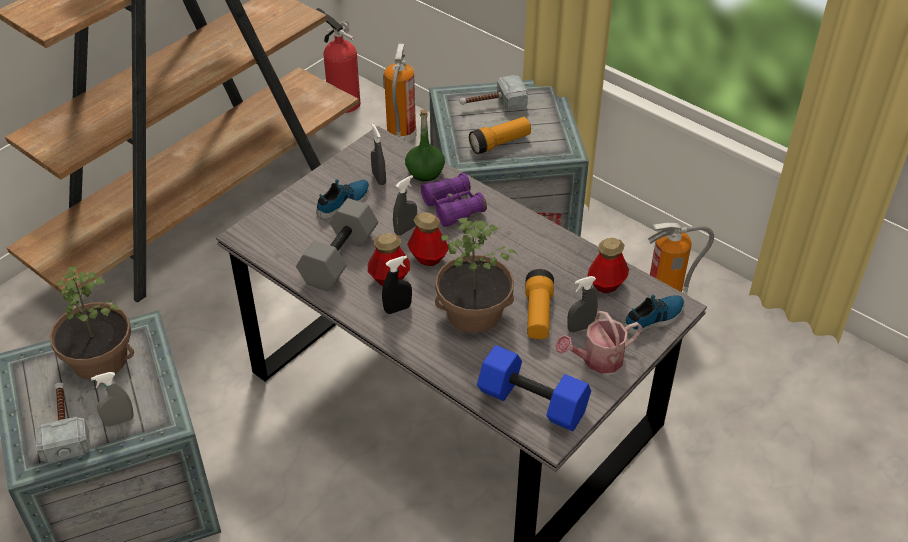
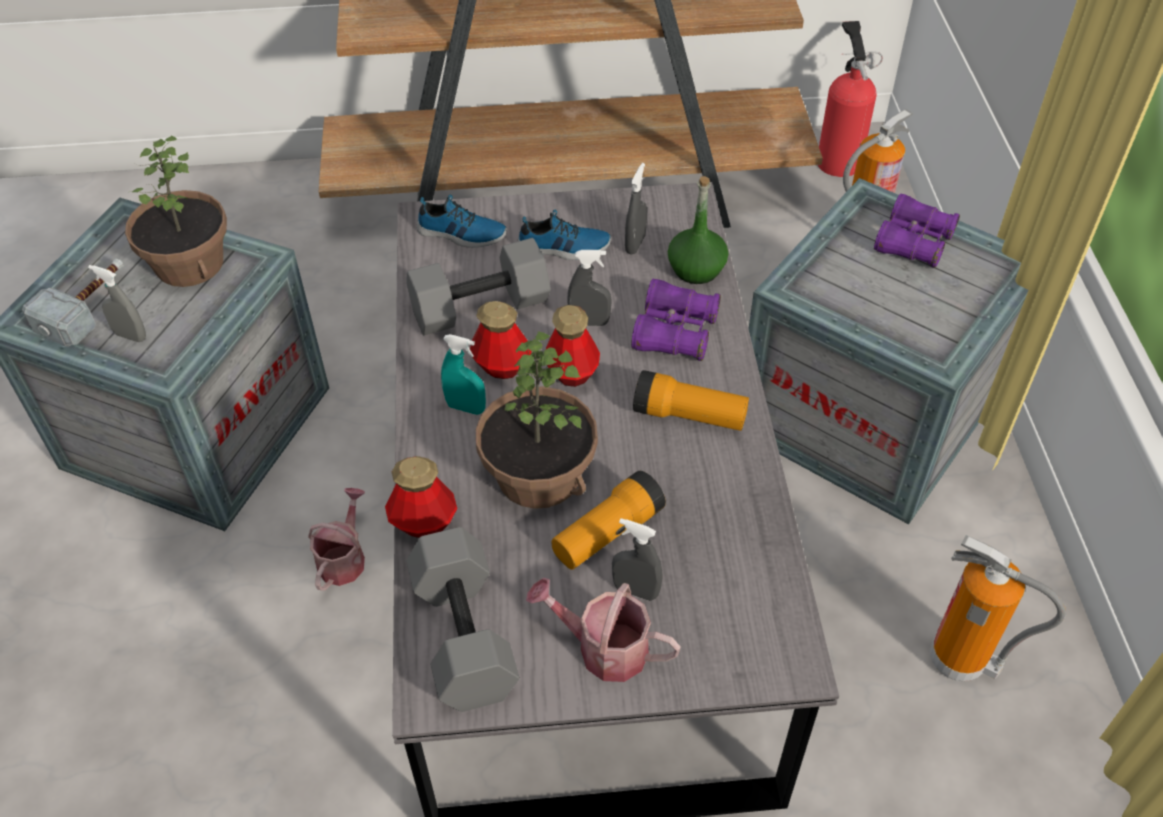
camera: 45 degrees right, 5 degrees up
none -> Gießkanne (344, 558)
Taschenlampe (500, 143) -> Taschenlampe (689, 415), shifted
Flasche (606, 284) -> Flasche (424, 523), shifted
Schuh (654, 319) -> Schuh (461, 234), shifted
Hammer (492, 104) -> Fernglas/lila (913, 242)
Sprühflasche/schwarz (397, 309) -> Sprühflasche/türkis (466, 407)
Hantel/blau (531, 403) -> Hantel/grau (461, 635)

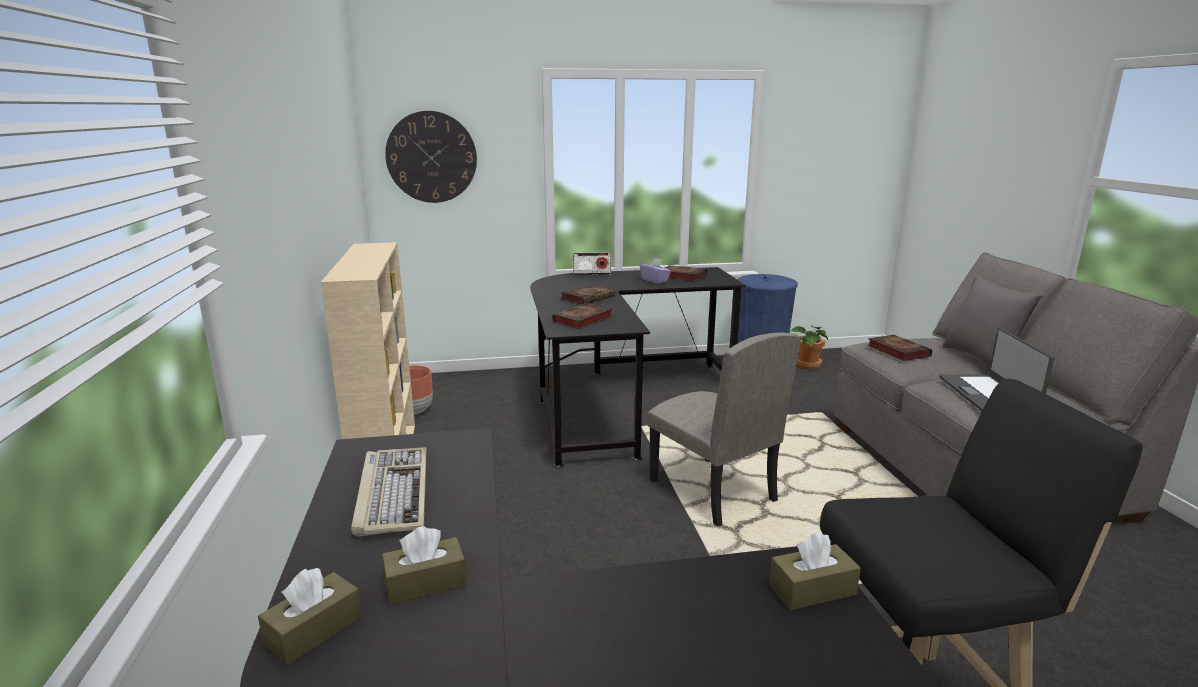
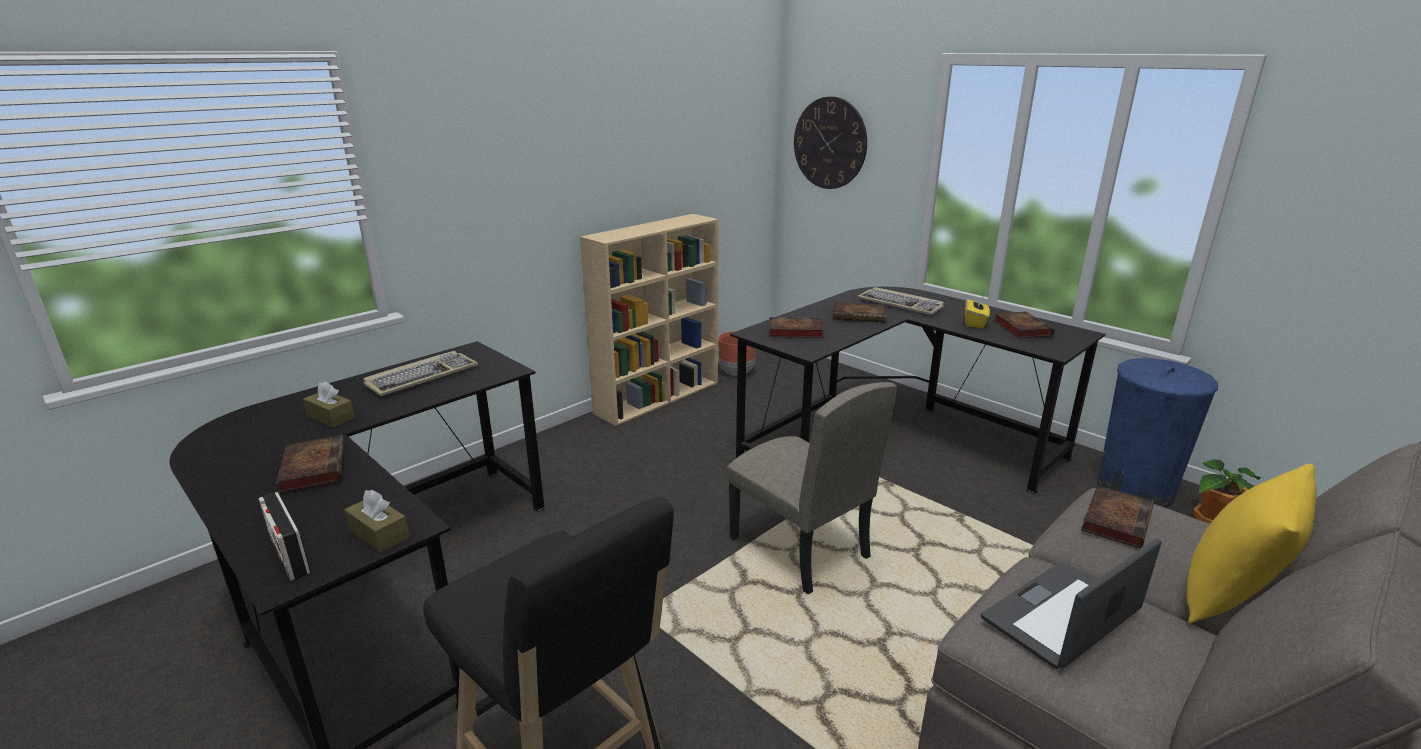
camera: 55 degrees right, 5 degrees up
Taschentuchbox/braun (314, 630) -> none
none -> Buch (313, 467)
none -> Tastatur (901, 304)
Radio (592, 274) -> Radio (290, 555), shifted
Taschentuchbox/lila (655, 280) -> Taschentuchbox/gelb (975, 323)
Kissen/grau (981, 358) -> Kissen/gelb (1229, 597)
Stuhl/beige (711, 491) -> Stuhl/beige (798, 548), 60 degrees counterclockwise

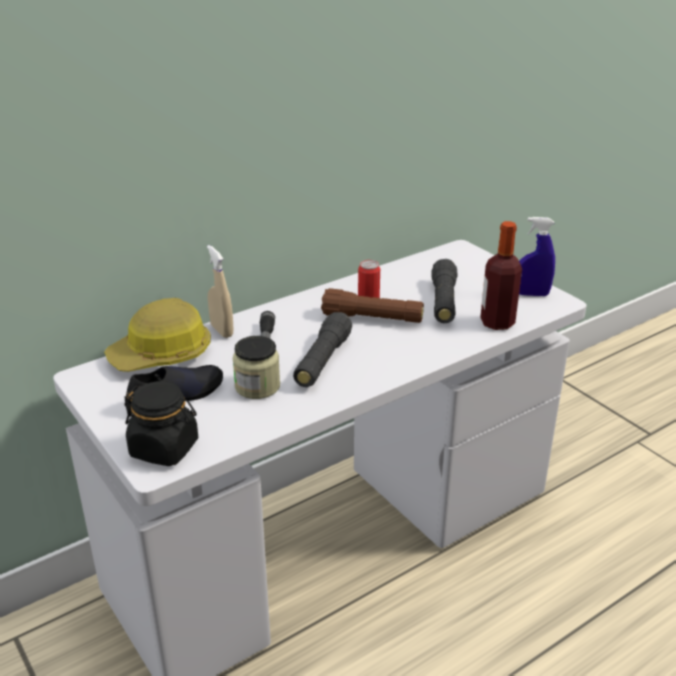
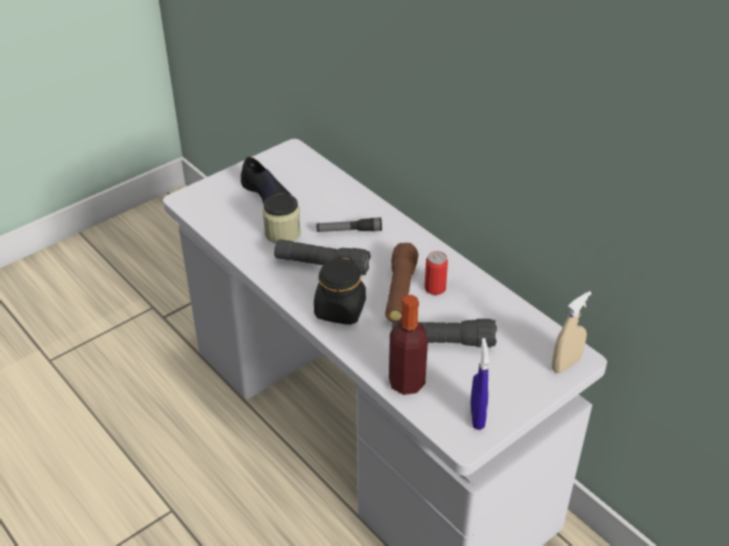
camera: 85 degrees right, 10 degrees up
Schutzhelm (162, 355) -> none
Vorratsglas/schwarz (164, 448) -> Vorratsglas/schwarz (340, 310), shifted
Sprühflasche/beige (222, 331) -> Sprühflasche/beige (565, 364), shifted

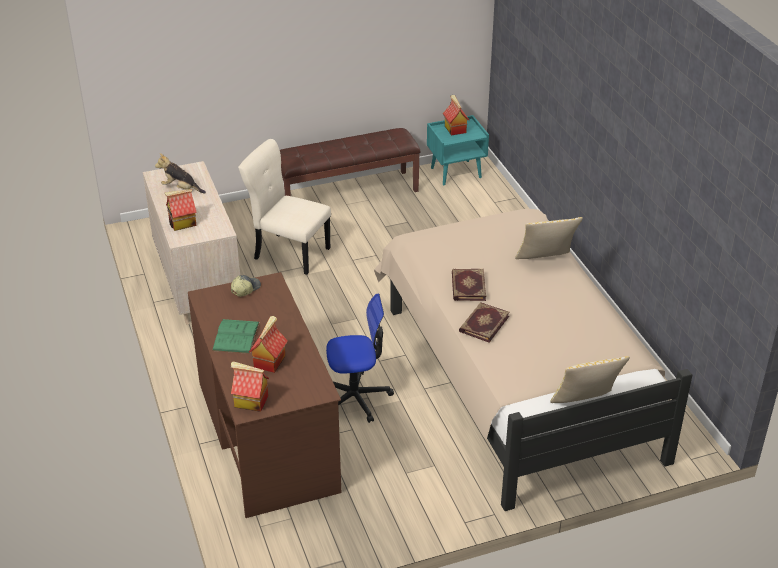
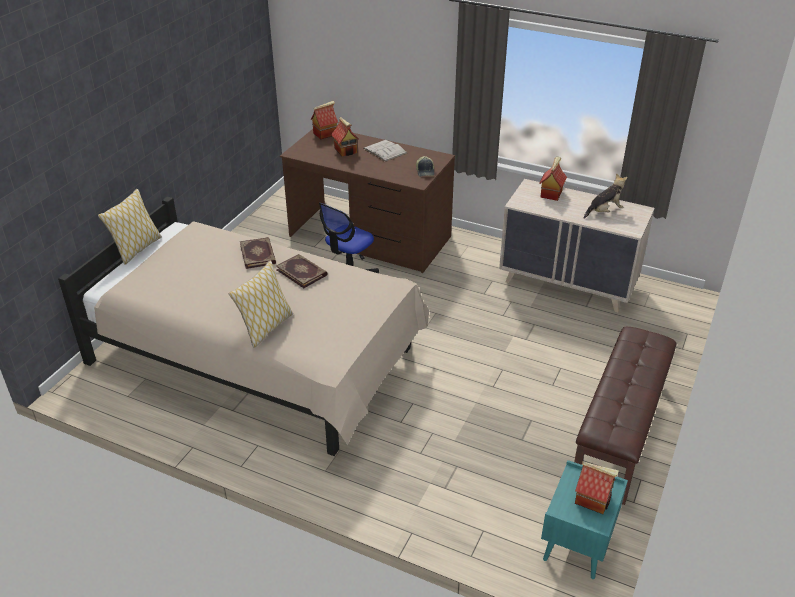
camera: 135 degrees right, 0 degrees up
Stuhl/beige (289, 252) -> none
Buch/grün (236, 336) -> Buch/weiß (385, 151)

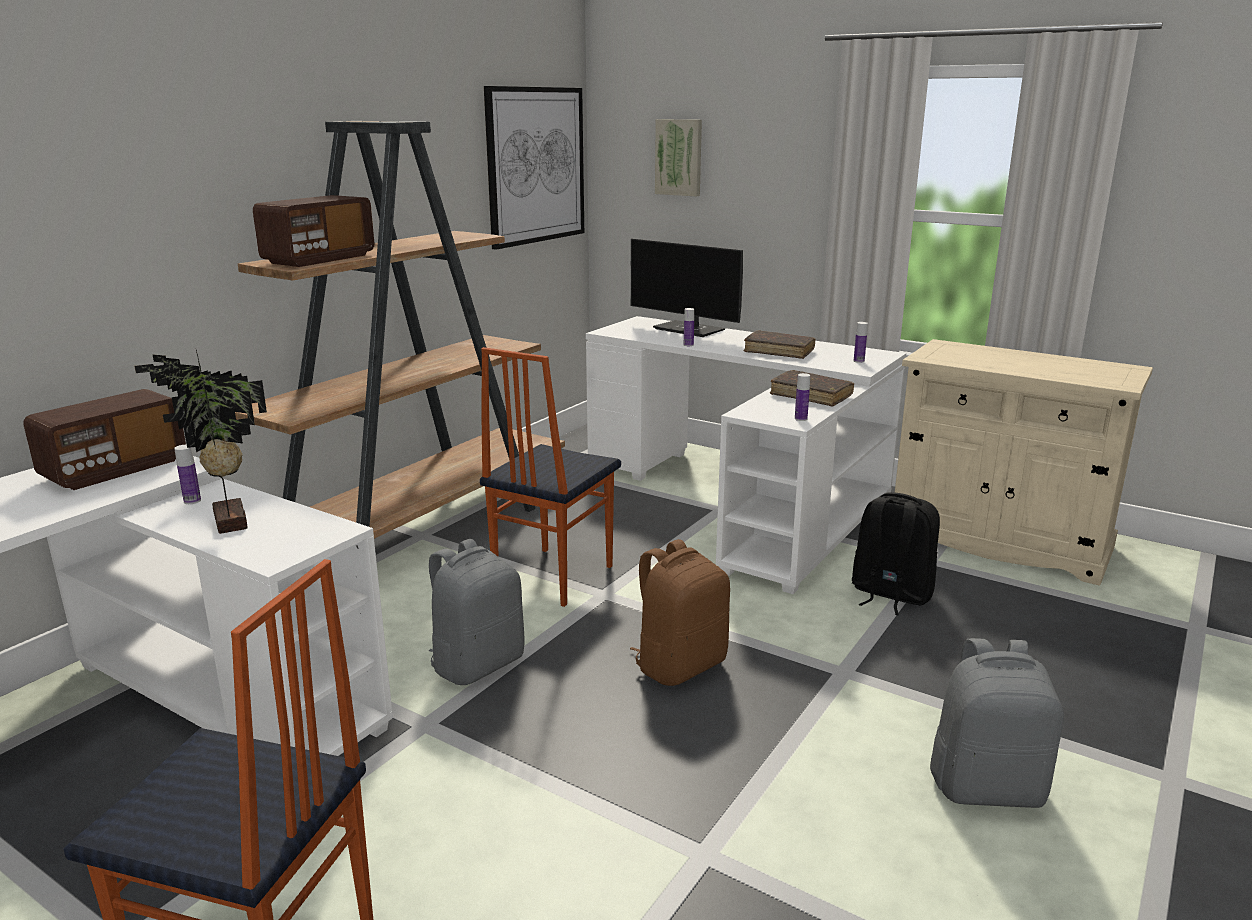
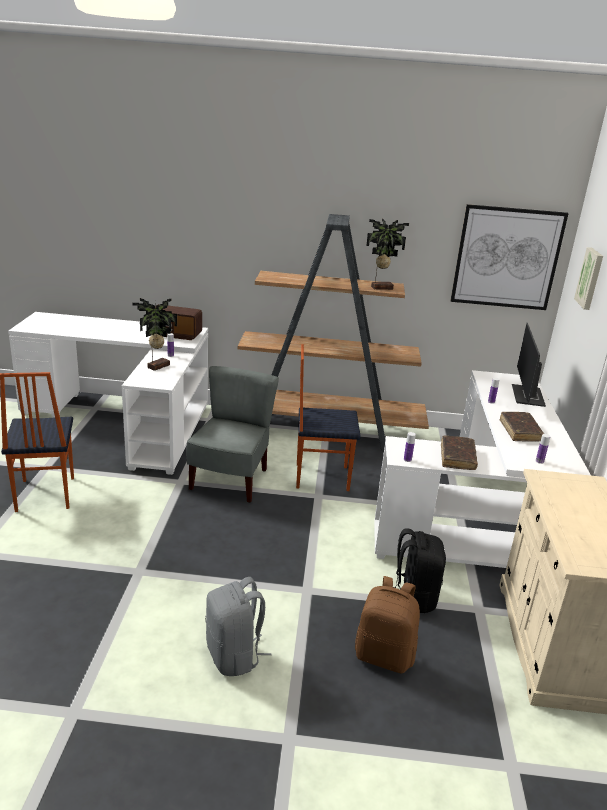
camera: 60 degrees right, 5 degrees up
Radio (319, 259) -> none
none -> Topfpflanze (381, 287)
Rucksack/braun (680, 665) -> Rucksack/braun (384, 655), shifted
Rucksack/grau (477, 664) -> Stuhl/grau (230, 480)

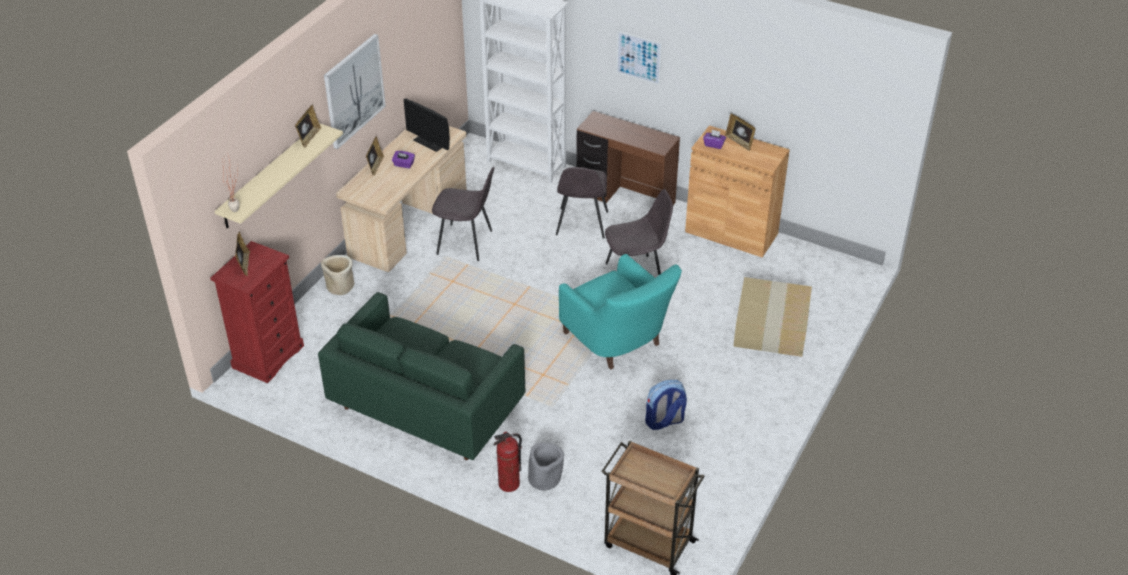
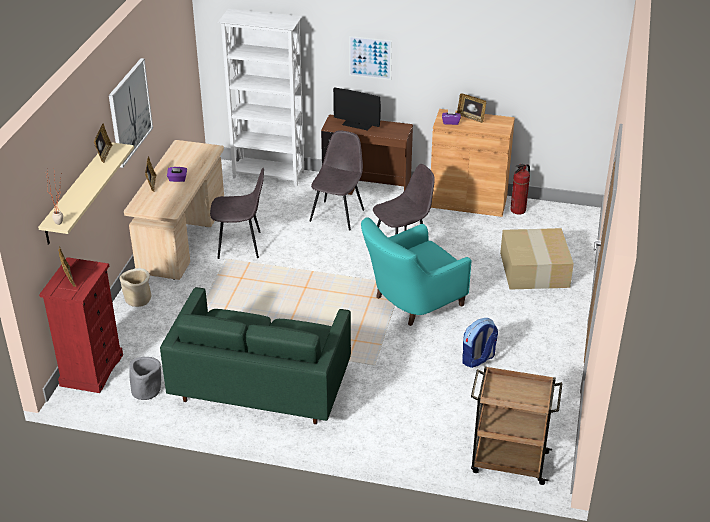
camera: 15 degrees left, 5 degrees down
Monitor (429, 142) -> Monitor (357, 124), shifted
Feuerlöscher (509, 484) -> Feuerlöscher (518, 210), shifted
Pflanzkübel/grau (545, 479) -> Pflanzkübel/grau (146, 391), shifted
Stuhl/grau (581, 224) -> Stuhl/grau (337, 215), 150 degrees counterclockwise
Sessel/türkis (619, 342) -> Sessel/türkis (411, 302), 105 degrees clockwise

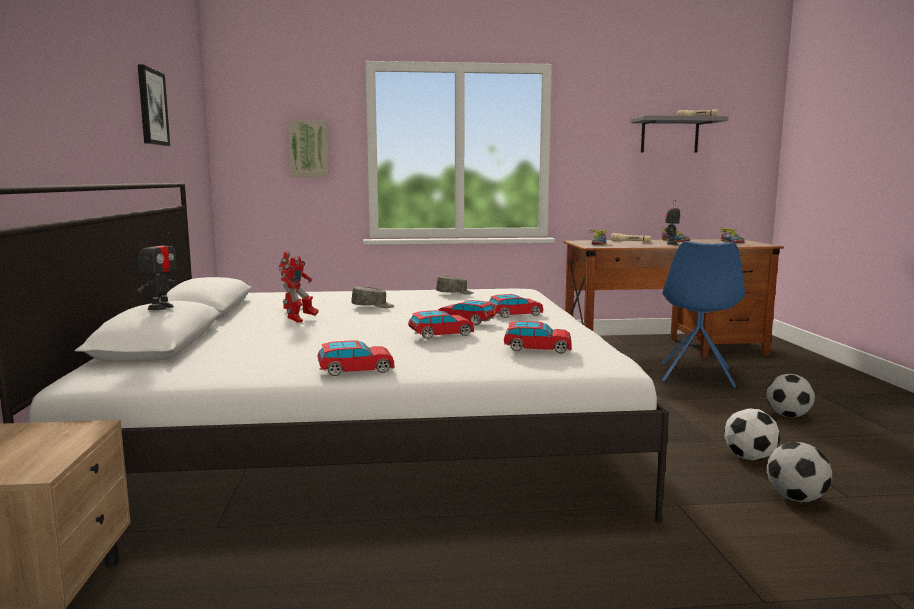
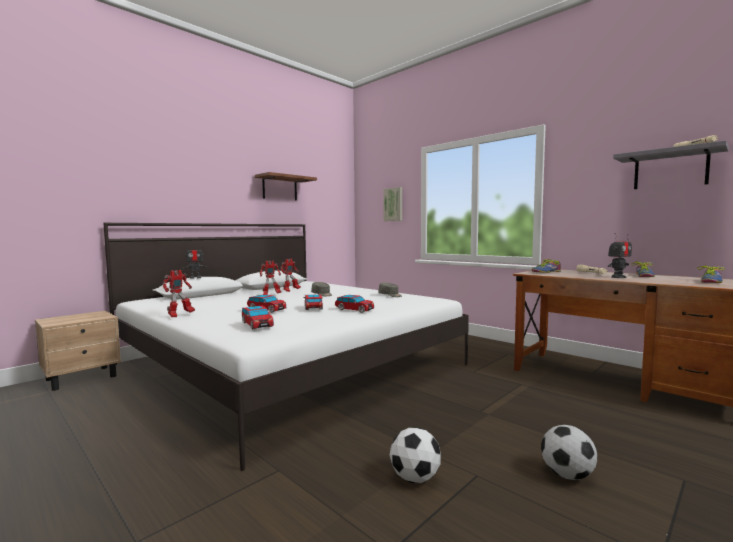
camera: 50 degrees right, 5 degrees down
Stuhl/blau (696, 375) -> none
Fußball (796, 498) -> none
Bild (152, 107) -> Wandregal/braun (279, 188)
Spielzeugauto (355, 370) -> Spielzeugroboter (179, 315)

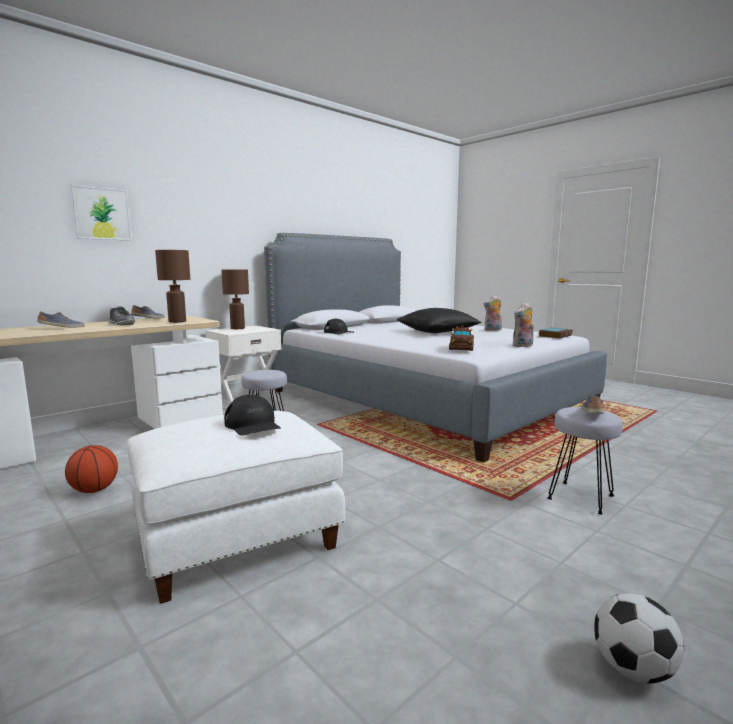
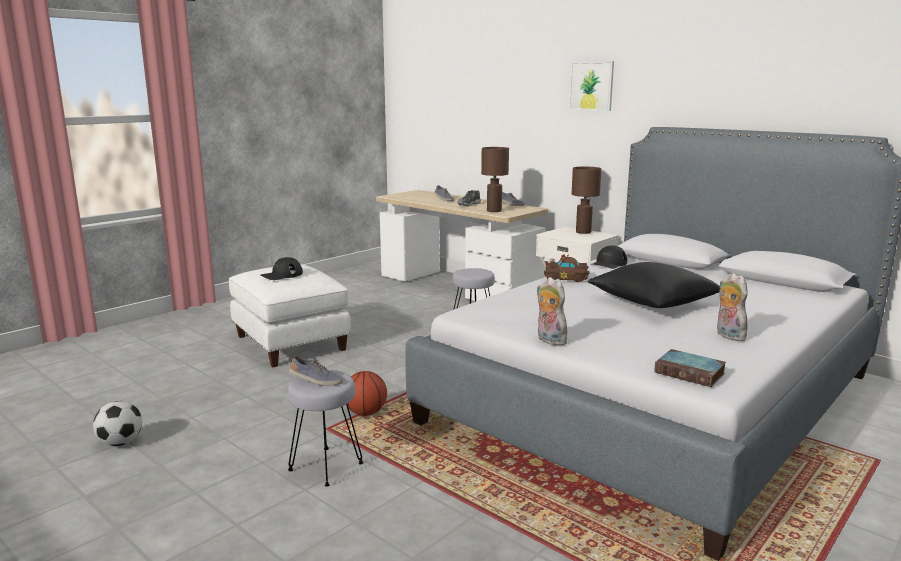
camera: 85 degrees right, 5 degrees up
Basketball (94, 490) -> Basketball (365, 413), shifted
Bild (102, 214) -> Bild (591, 86), shifted
Spielzeugauto/braun (462, 347) -> Spielzeugauto/braun (567, 278), shifted

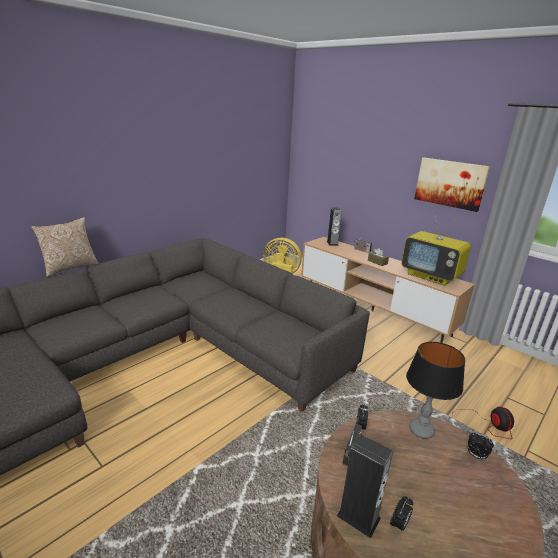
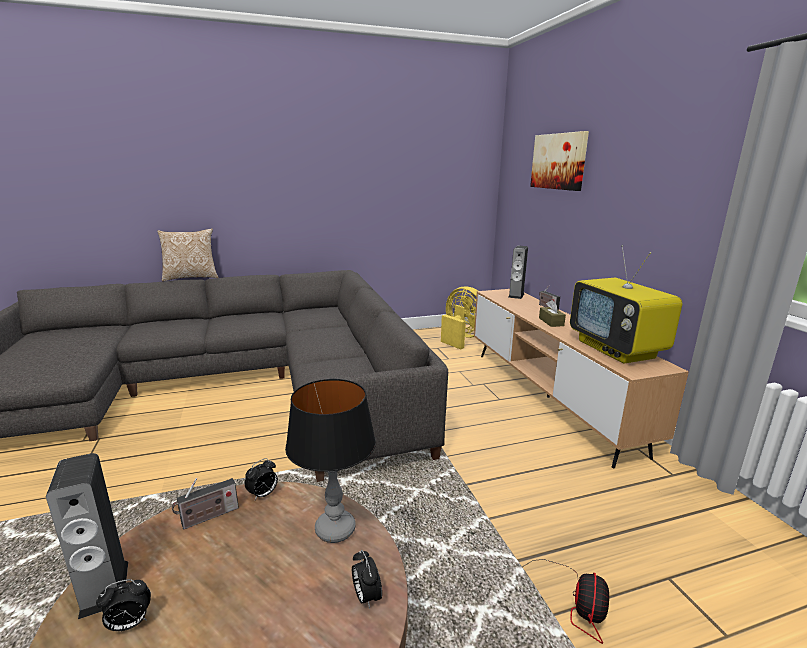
camera: 30 degrees right, 5 degrees down
Bild (450, 183) -> Bild (559, 161), shifted

